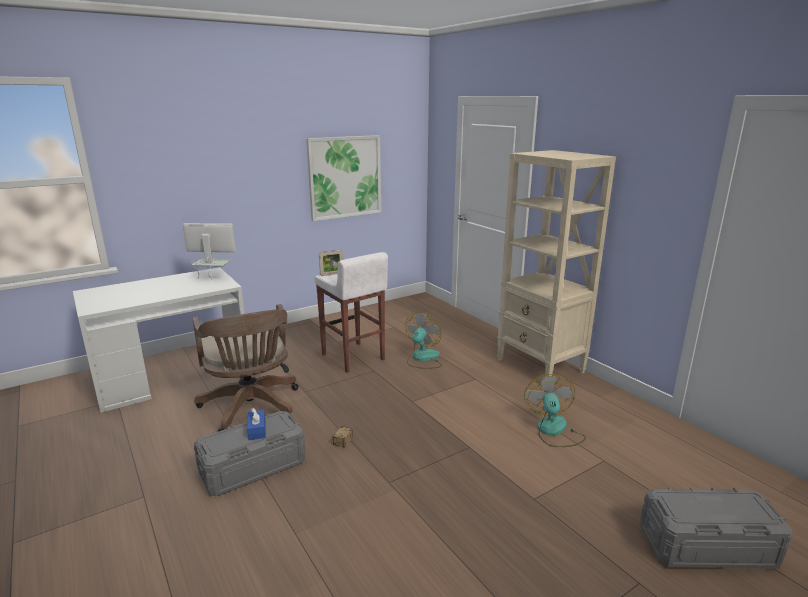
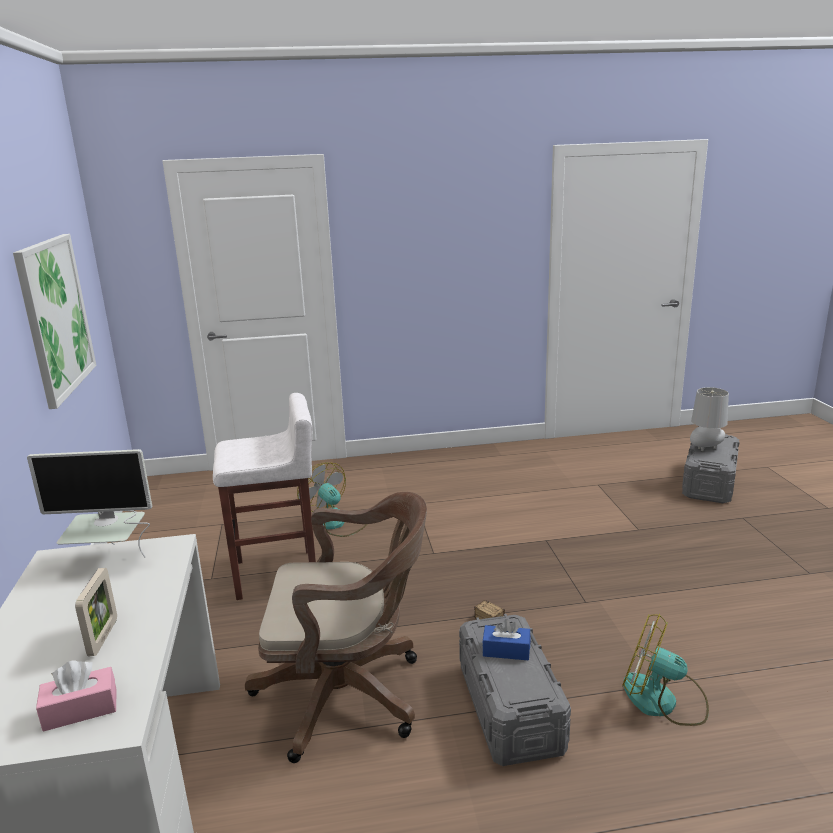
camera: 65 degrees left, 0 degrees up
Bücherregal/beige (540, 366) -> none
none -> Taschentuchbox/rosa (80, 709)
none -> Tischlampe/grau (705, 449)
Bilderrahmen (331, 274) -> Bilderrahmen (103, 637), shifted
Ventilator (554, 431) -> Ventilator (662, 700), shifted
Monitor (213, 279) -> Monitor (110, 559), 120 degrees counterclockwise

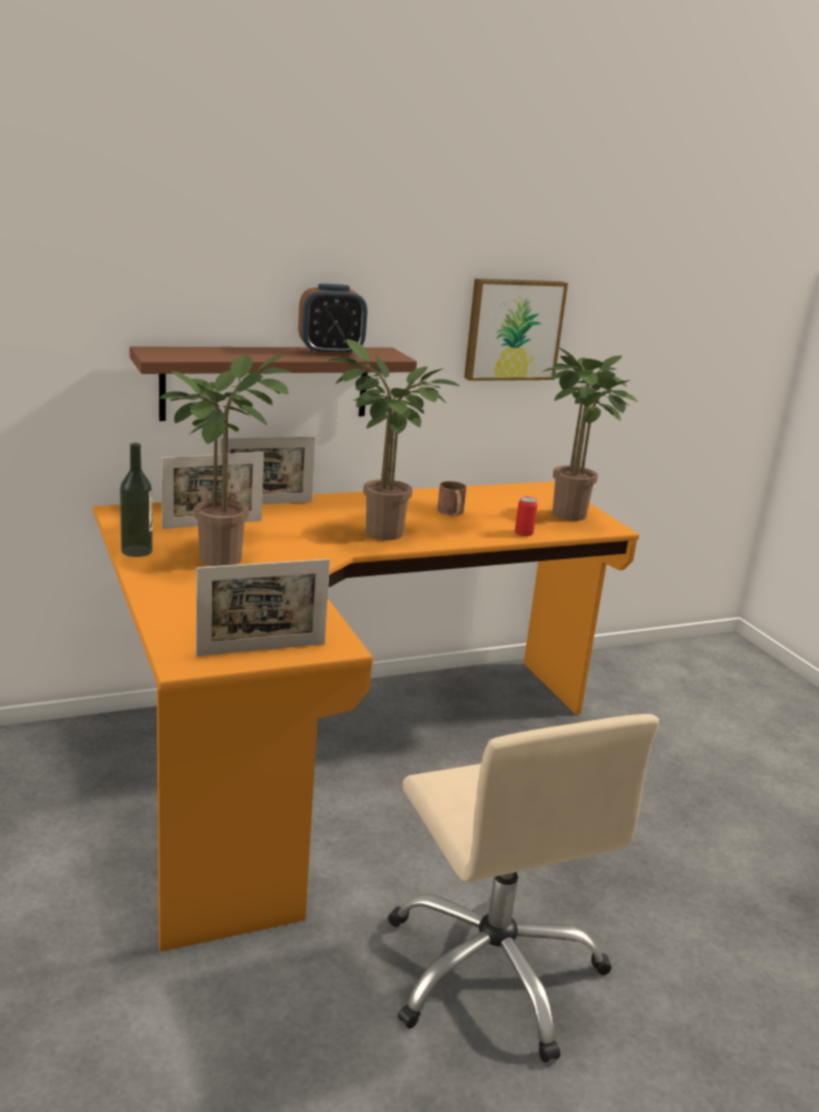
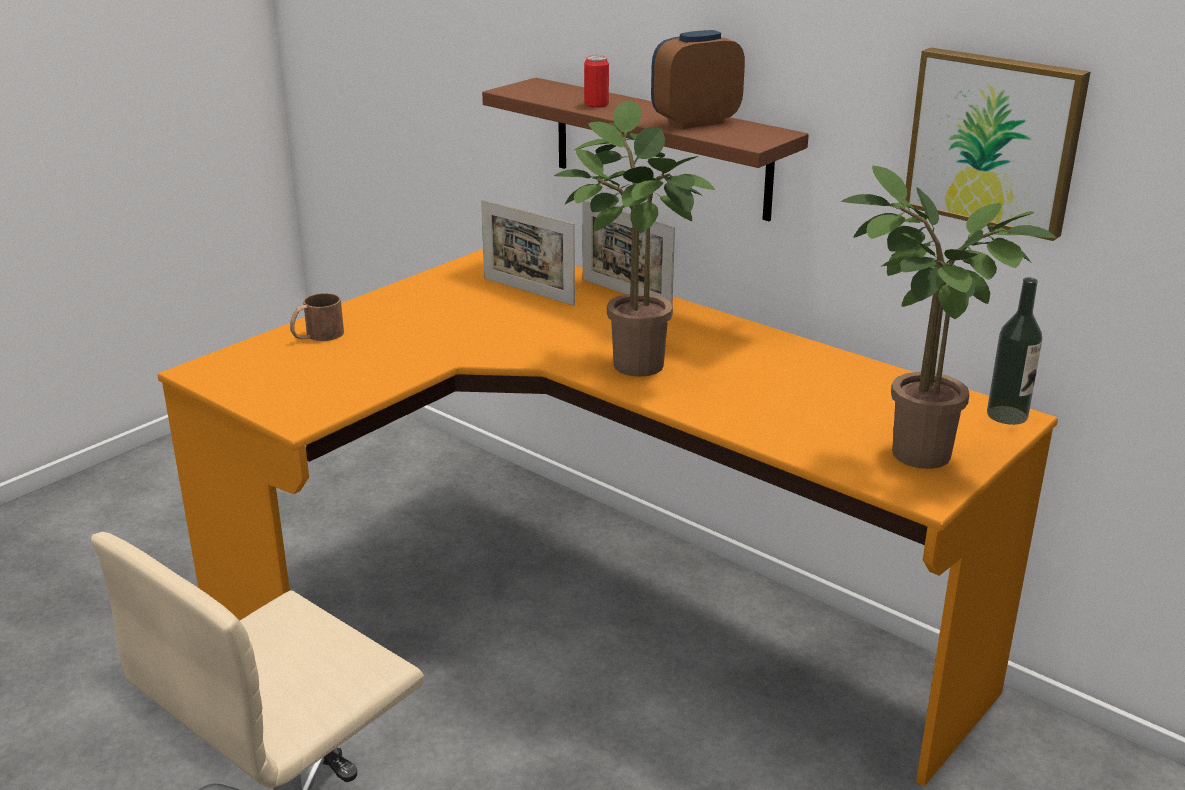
camera: 65 degrees right, 5 degrees up
Topfpflanze (223, 555) -> none
Bilderrahmen (261, 649) -> none
Flasche (137, 551) -> Flasche (1007, 415), shifted
Henkelbecher/braun (452, 513) -> Henkelbecher/braun (317, 336), shifted
Dose (523, 533) -> Dose (596, 104), shifted
Wecker (330, 353) -> Wecker (695, 122), 105 degrees clockwise

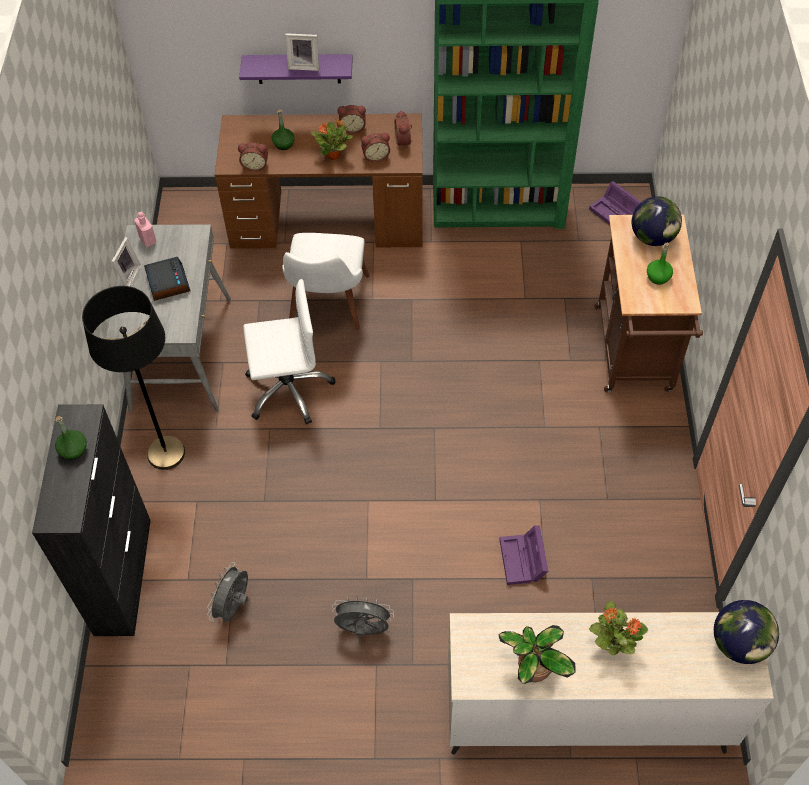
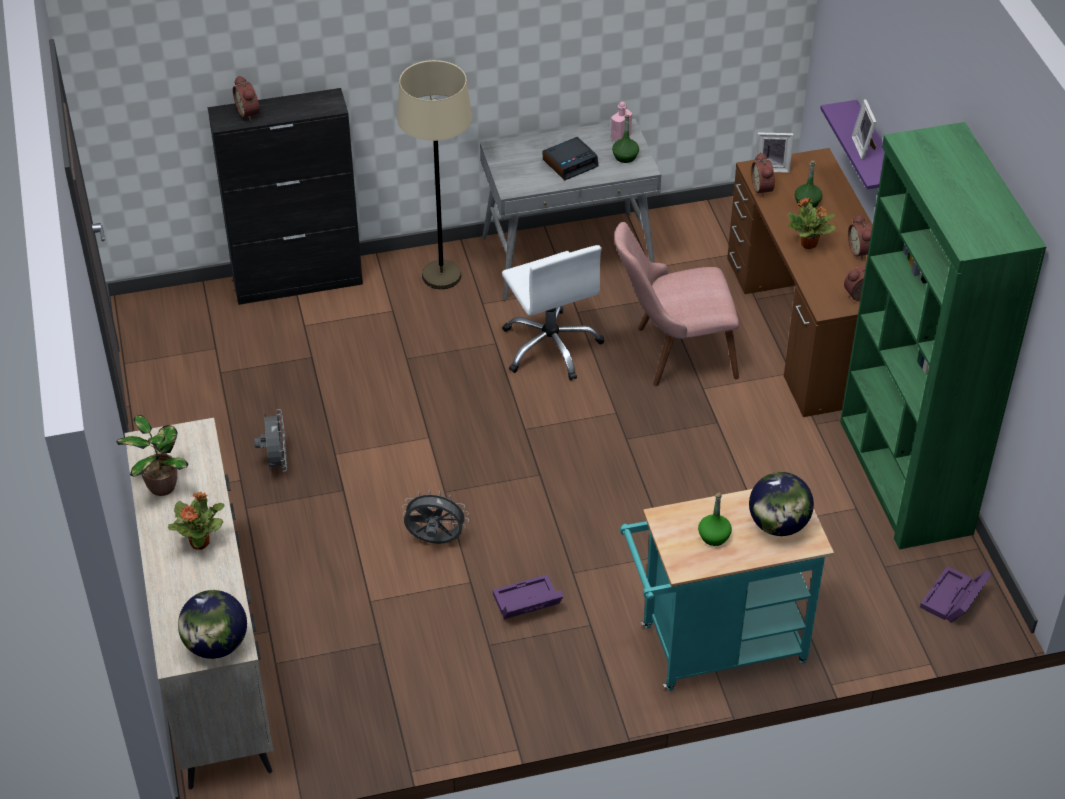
camera: 75 degrees right, 10 degrees down
Flasche/grün (73, 450) -> Flasche/grün (625, 156), shifted
Bilderrahmen (127, 275) -> Bilderrahmen (771, 167), shifted
Ventilator/grau (234, 607) -> Ventilator/grau (434, 541), shifted
Wecker (375, 156) -> Wecker (249, 112), shifted
Aufbewahrungsbox/lila (523, 561) -> Aufbewahrungsbox/lila (526, 604), shifted
Stehlampe/schwarz (166, 453) -> Stehlampe/beige (441, 276)
Stuhl/weiß (327, 309) -> Stuhl/rosa (672, 354)
Rollwagen/braun (634, 355) -> Rollwagen/türkis (713, 647)

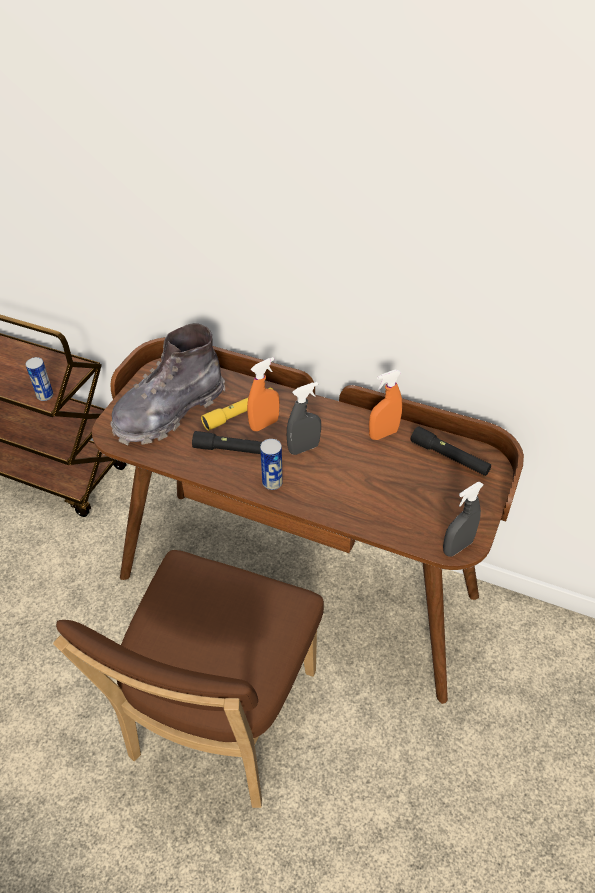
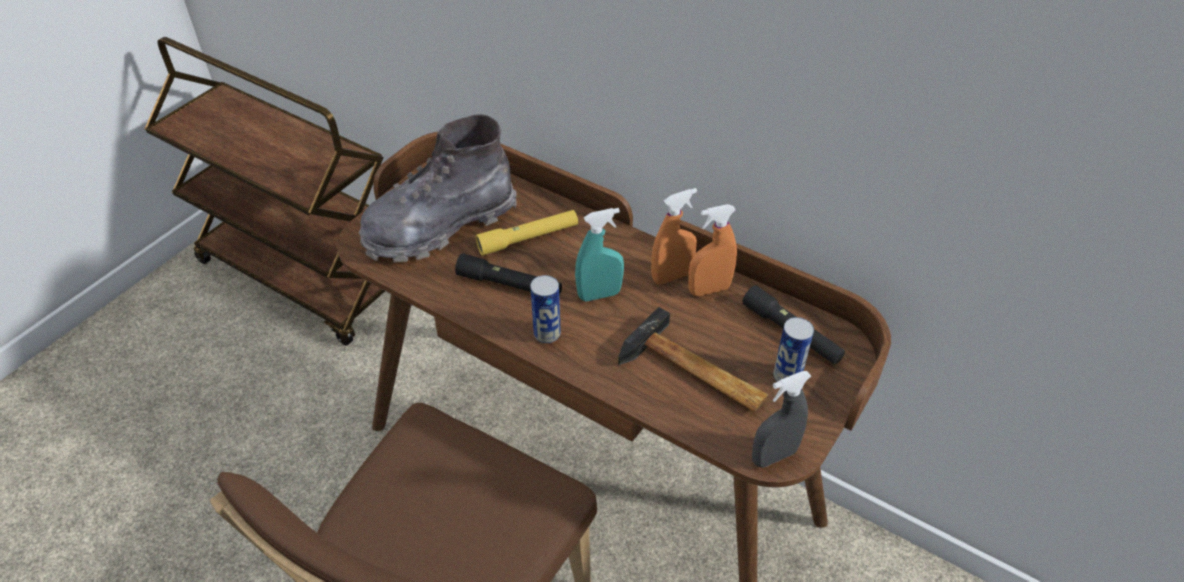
camera: 10 degrees right, 0 degrees up
none -> Hammer (694, 375)
Dose (45, 396) -> Dose (787, 376), shifted
Sprühflasche/orange (264, 424) -> Sprühflasche/orange (672, 276), shifted
Sprühflasche/grau (304, 448) -> Sprühflasche/türkis (599, 294)

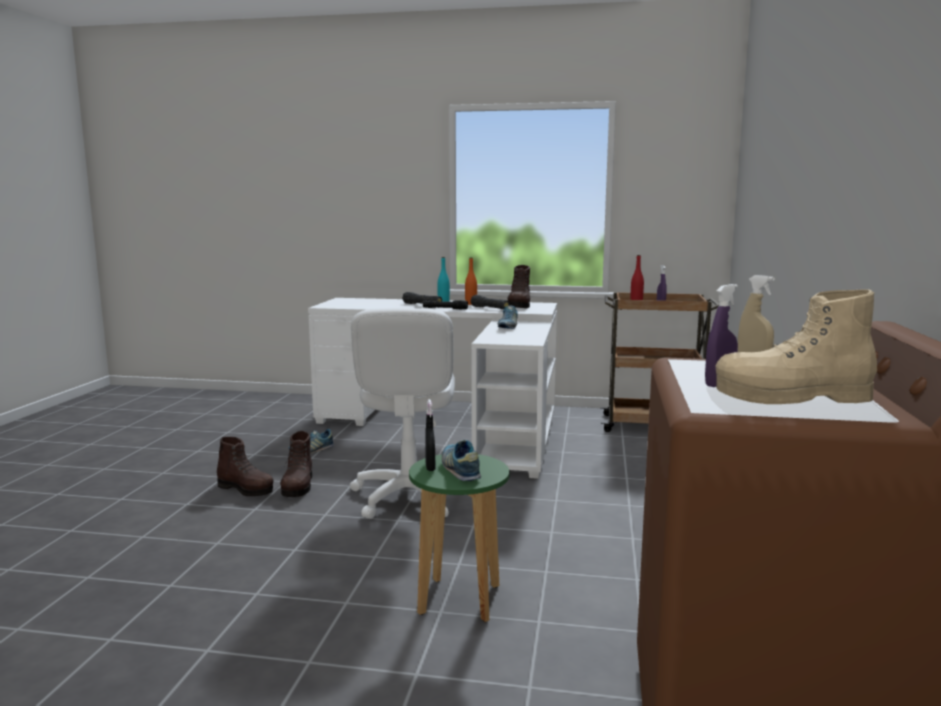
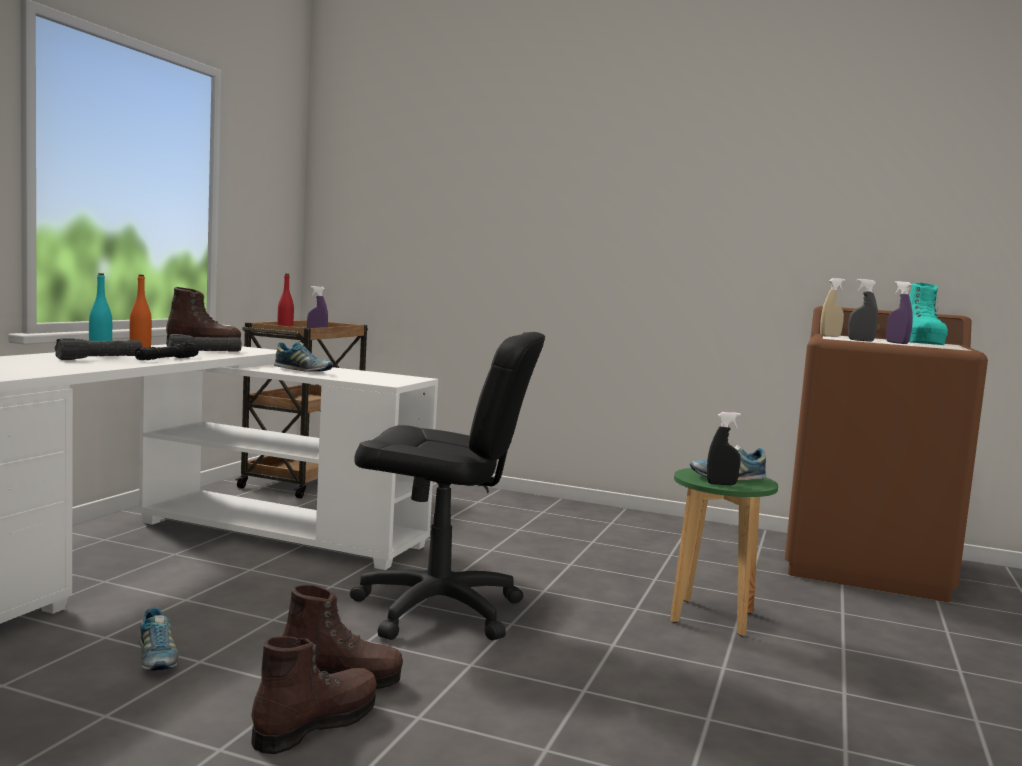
camera: 80 degrees left, 5 degrees down
none -> Sprühflasche/grau (860, 340)
Bürostuhl/weiß (408, 497) -> Bürostuhl/schwarz (438, 610)
Stiefel/beige (792, 398) -> Stiefel/türkis (922, 343)

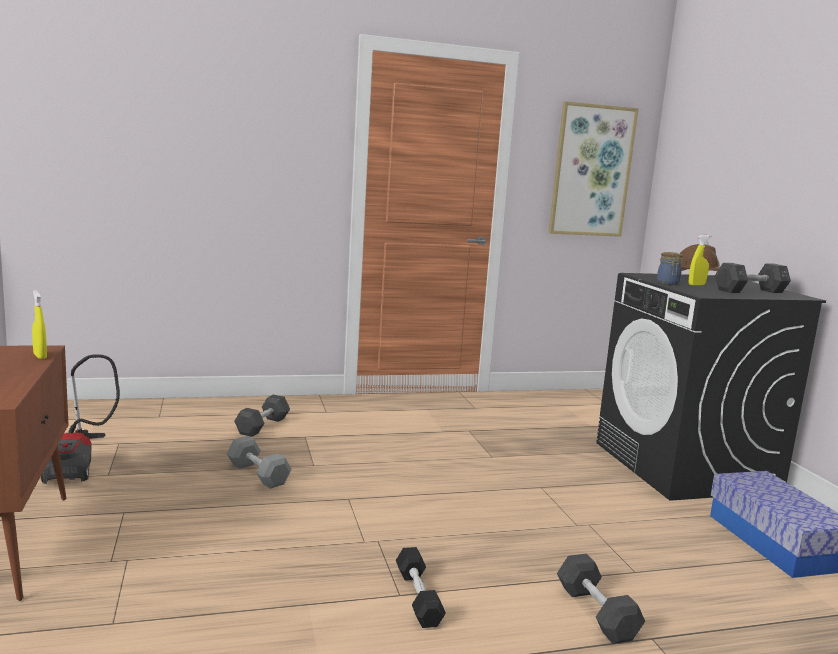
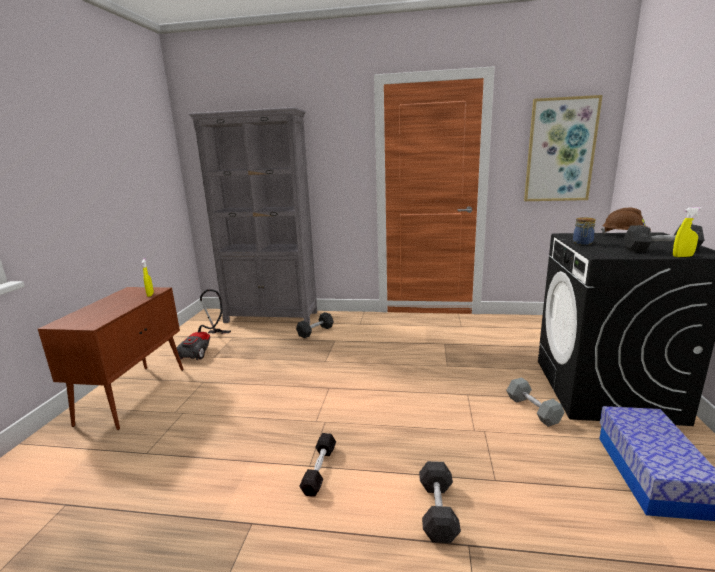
camera: 25 degrees right, 5 degrees up
none -> Bücherregal/grau (272, 317)
Hantel/grau (258, 474) -> Hantel/grau (533, 410), shifted
Sprühflasche/gelb (696, 285) -> Sprühflasche/gelb (682, 256), shifted

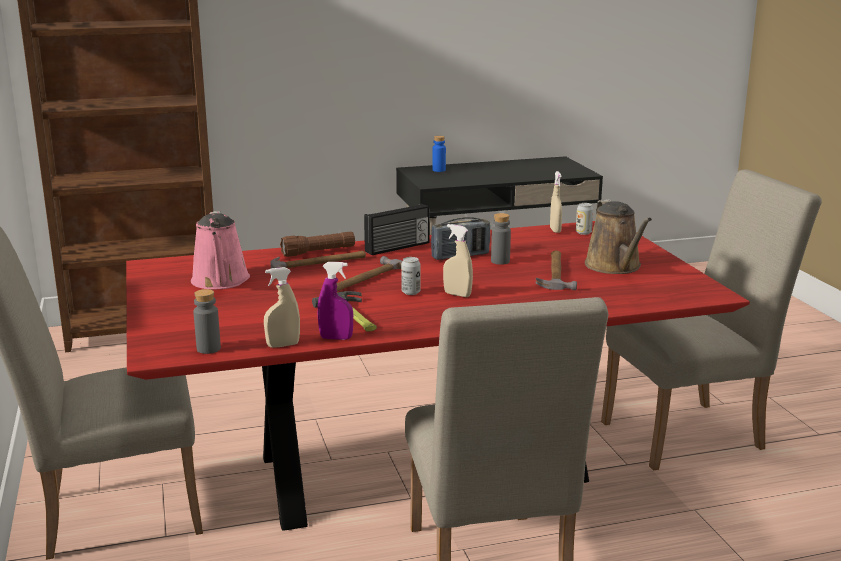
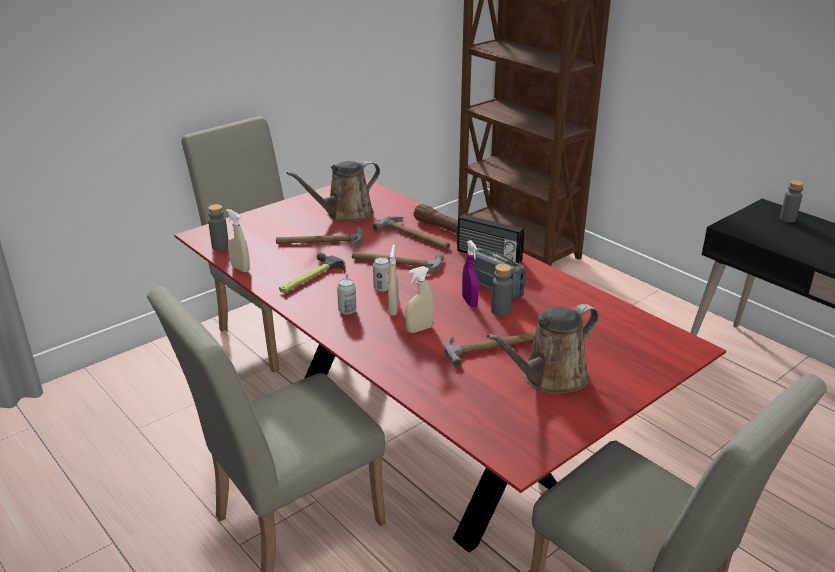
camera: 65 degrees right, 10 degrees up
none -> Hammer (320, 242)
Sprühflasche/lila (336, 338) -> Sprühflasche/lila (469, 302), shifted
Sprühflasche/beige (555, 230) -> Sprühflasche/beige (419, 329), shifted
Dose (583, 233) -> Dose (347, 311), shifted
Gießkanne/rosa (220, 281) -> Gießkanne/braun (345, 214)
Flasche/blau (439, 170) -> Flasche/grau (787, 219)

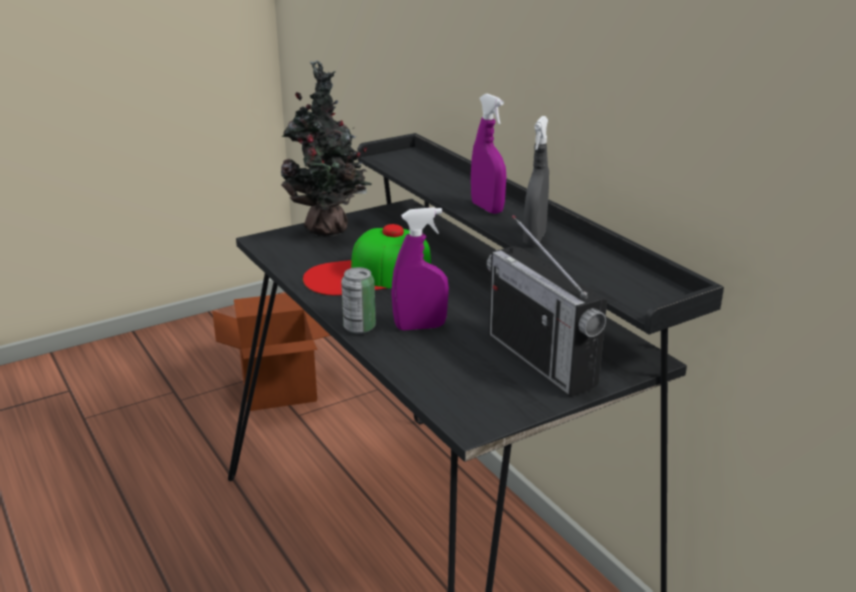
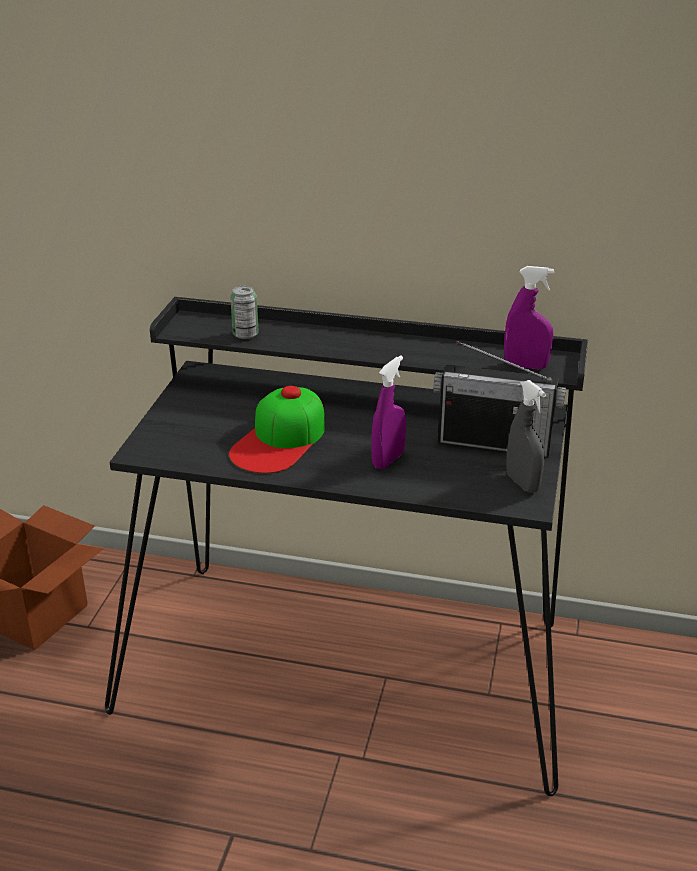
camera: 45 degrees left, 5 degrees up
Topfpflanze (330, 231) -> none
Dose (359, 327) -> Dose (245, 334), shifted
Sprühflasche/lila (487, 208) -> Sprühflasche/lila (525, 366), shifted
Sprühflasche/grau (534, 238) -> Sprühflasche/grau (522, 483), shifted

